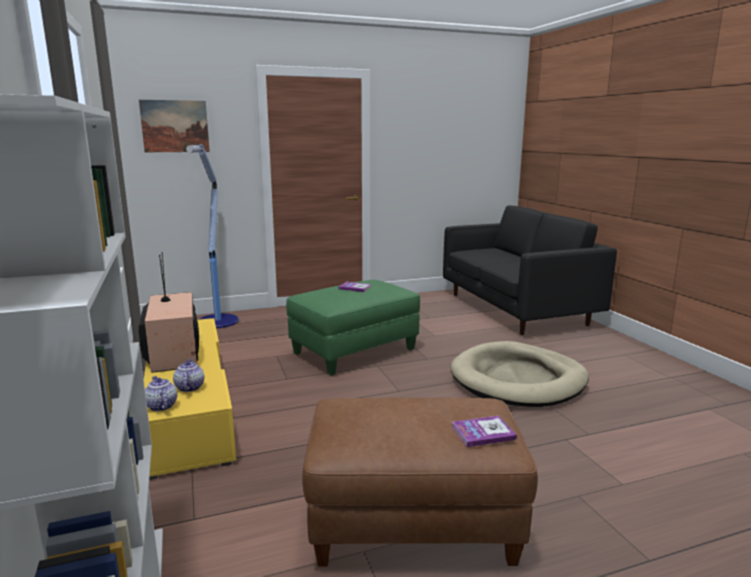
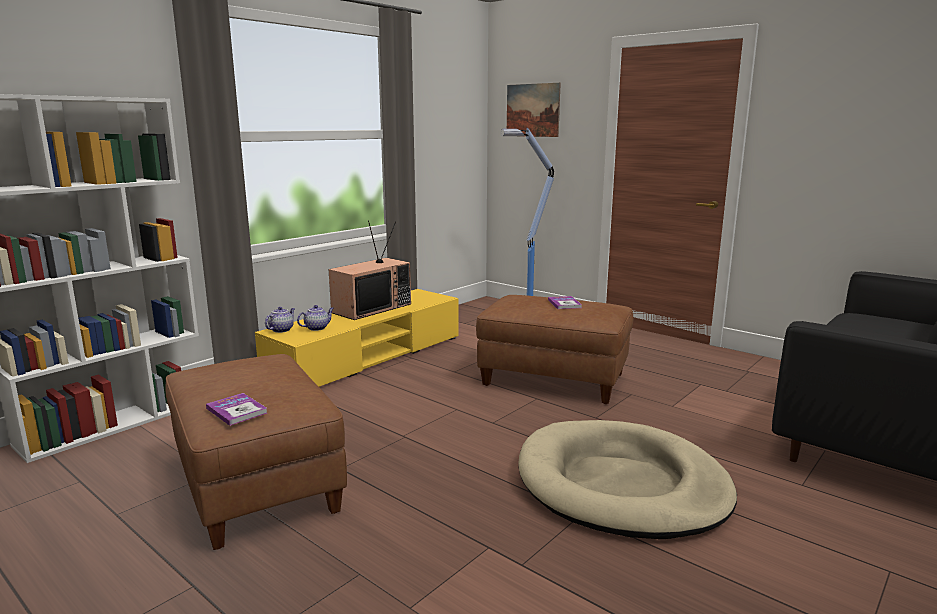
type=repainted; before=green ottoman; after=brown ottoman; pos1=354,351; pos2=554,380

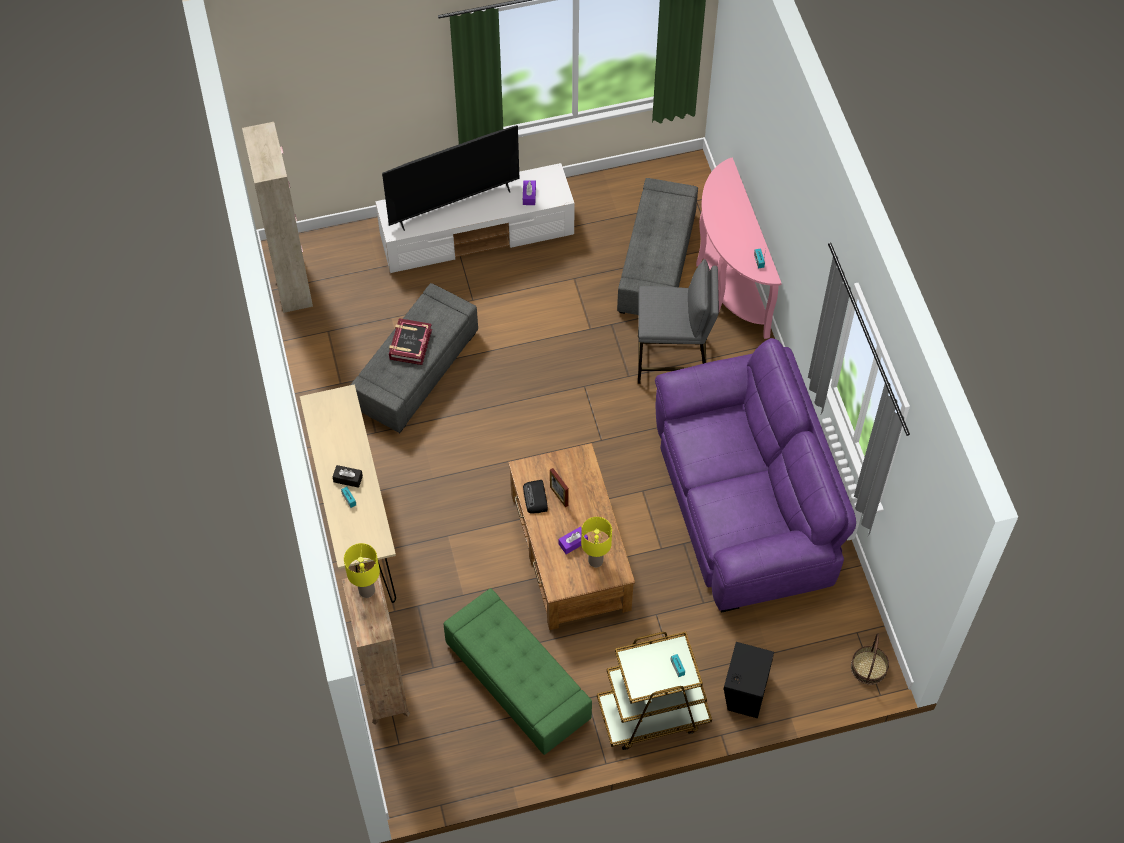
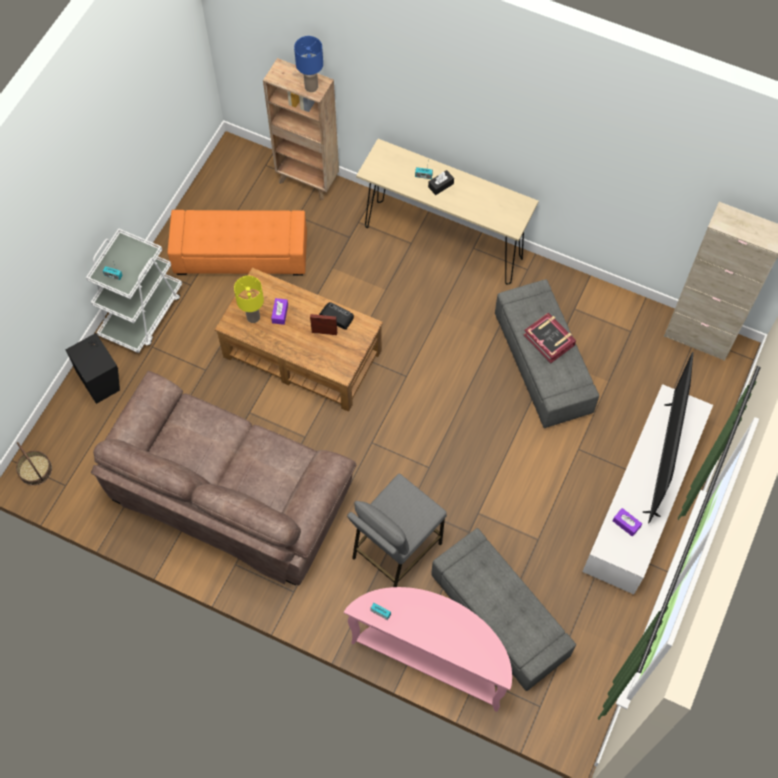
type=repainted; before=yellow table lamp; after=blue table lamp; pos1=367,590; pos2=311,87
type=repainted; before=green ottoman; after=orange ottoman; pos1=517,682; pos2=241,254
type=repainted; before=brown cart; after=white cart; pos1=652,713; pos2=142,313
type=repainted; before=purple sofa; after=brown sofa; pos1=745,503; pos2=229,498

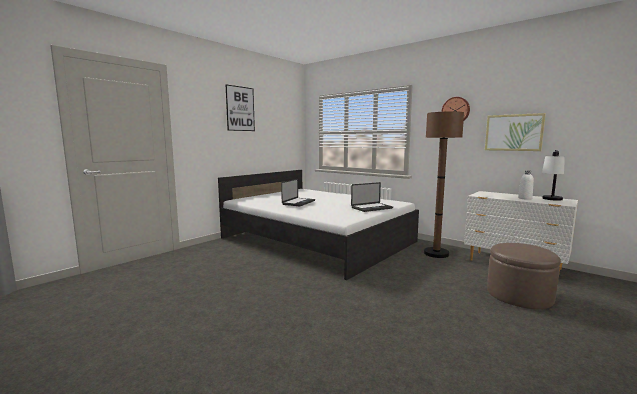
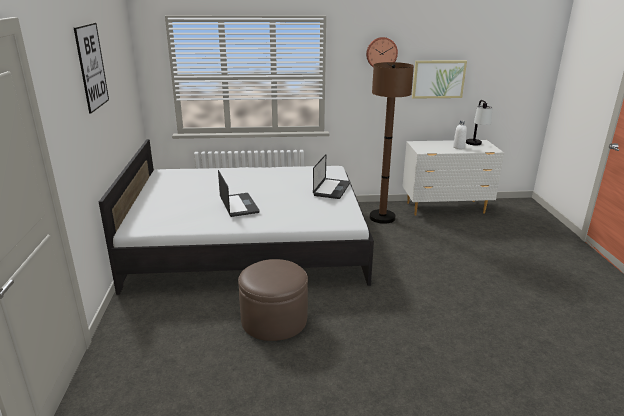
type=shifted; before=brown ottoman; pos1=519,295; pos2=274,320

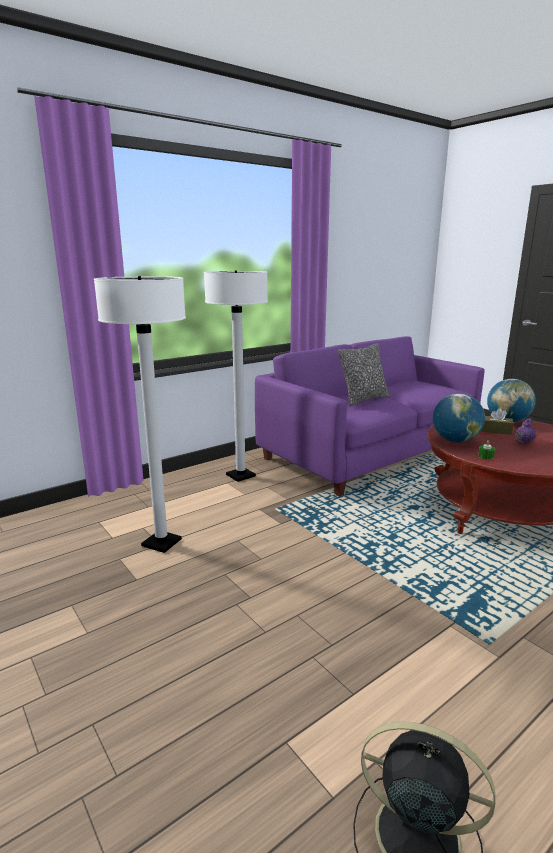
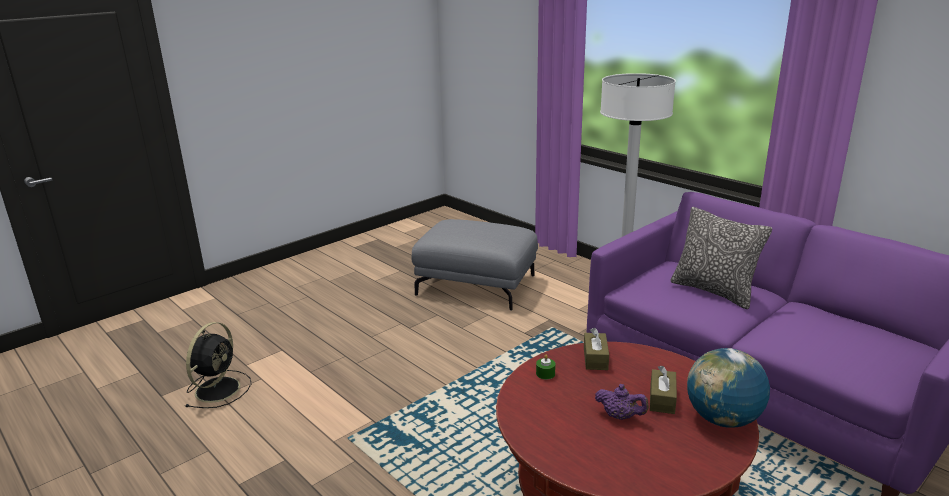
type=swapped; before=white floor lamp; after=grey ottoman; pos1=161,543; pos2=477,284
type=swapped; before=globe; after=brown tissue box; pos1=455,441; pos2=595,358

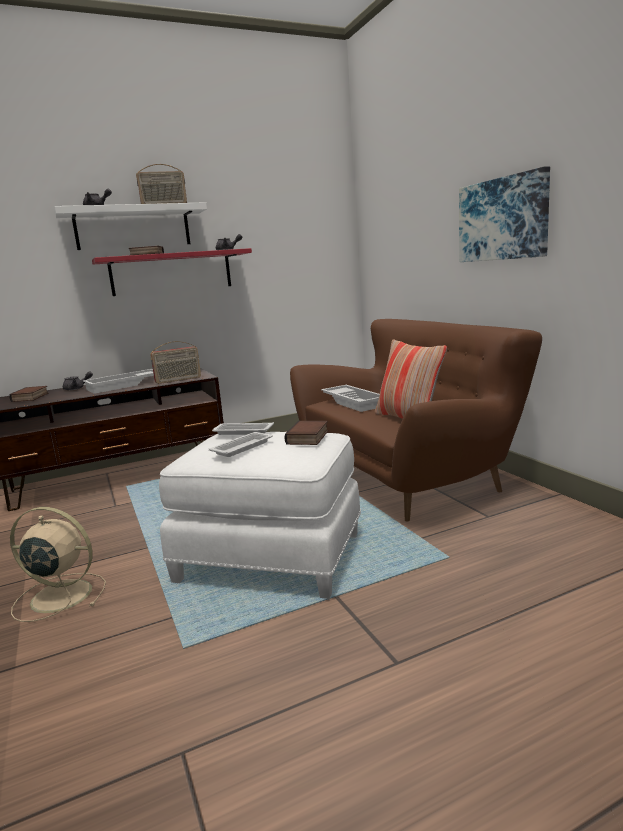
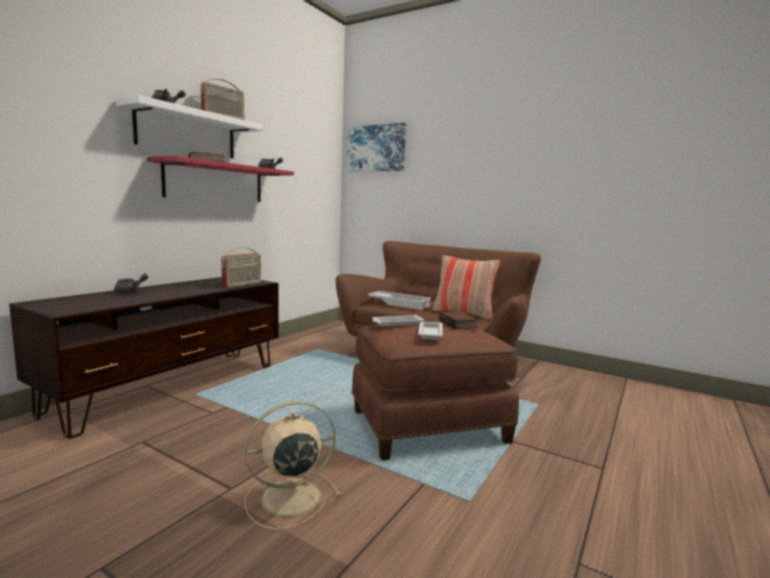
type=gone; before=book; pos1=31,397
type=gone; before=white tray; pos1=124,385
type=shifted; before=picture; pos1=503,219; pos2=376,148
type=repainted; before=white ottoman; after=brown ottoman; pos1=271,556; pos2=427,425

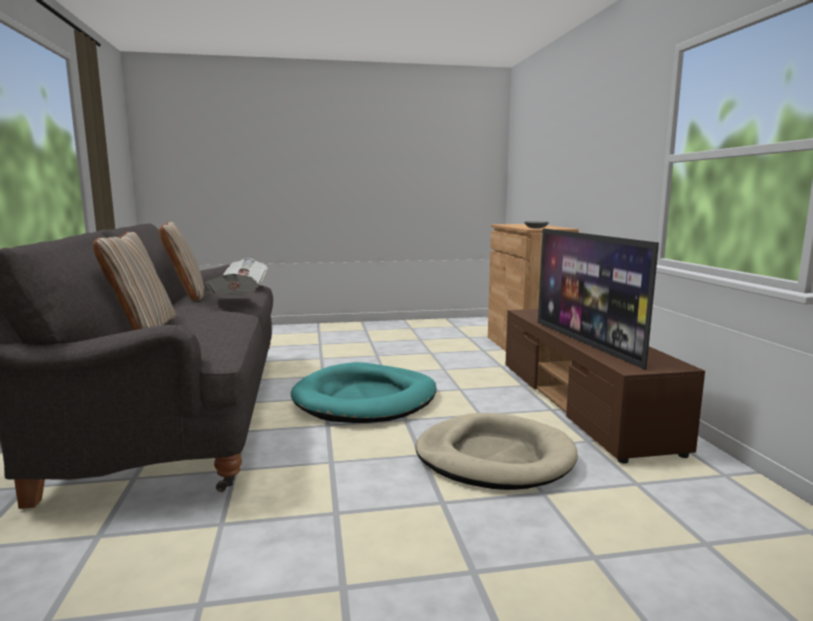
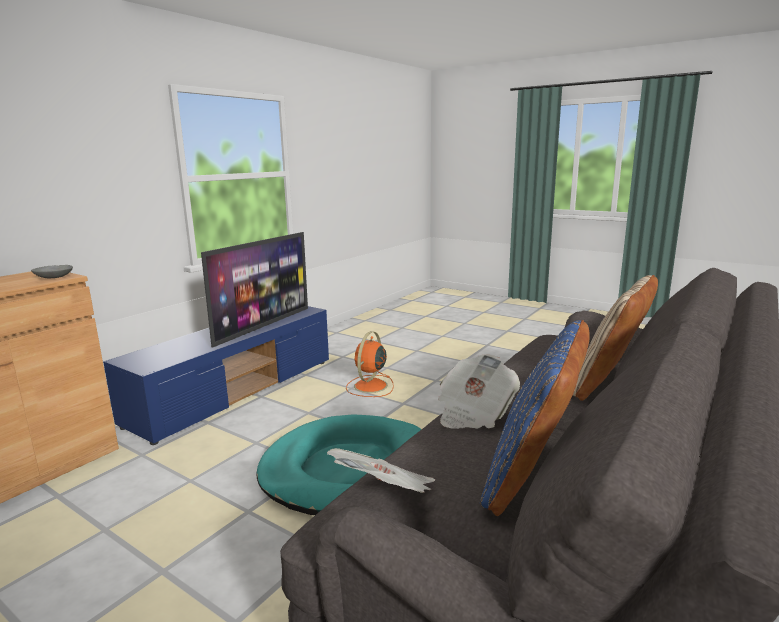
type=swapped; before=beige dog bed; after=orange fan; pos1=494,457; pos2=370,386
type=repainted; before=beige pillow; after=blue pillow; pos1=185,296; pos2=533,477
type=repainted; before=brown tv stand; after=blue tv stand; pos1=582,405; pos2=236,391

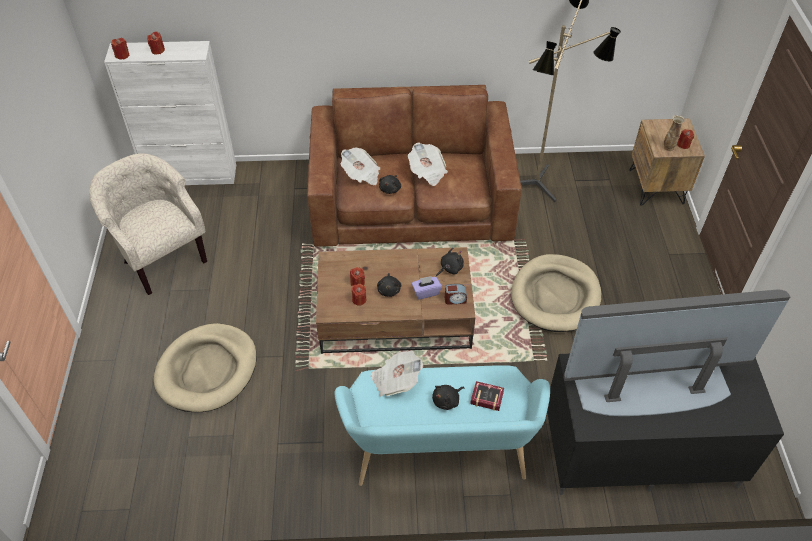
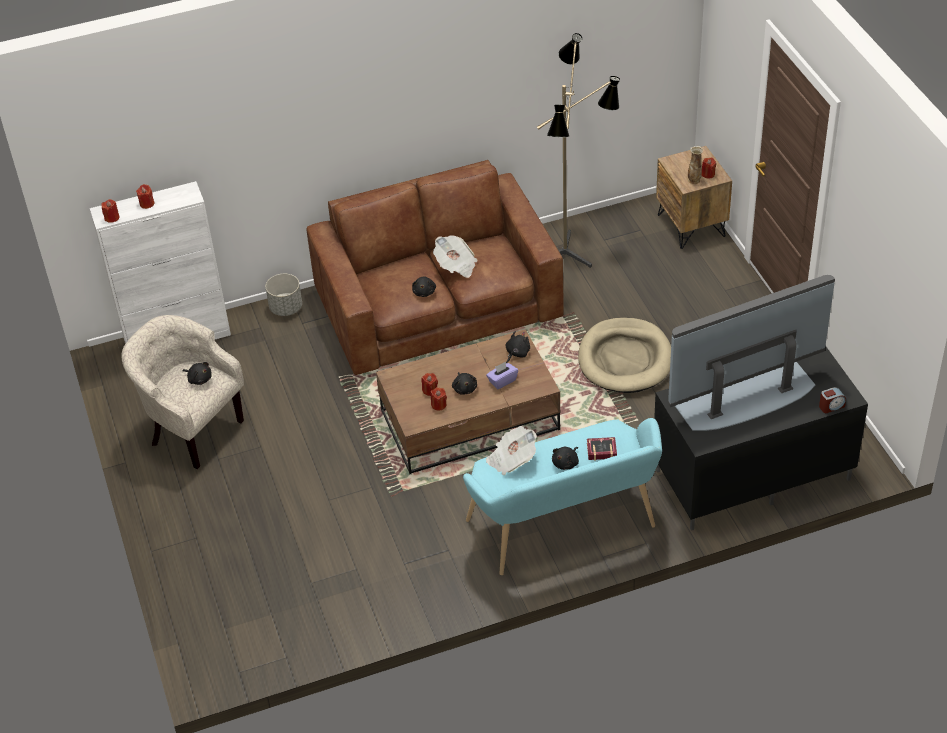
type=gone; before=beige dog bed; pos1=207,370
type=gone; before=newspaper; pos1=361,174
type=new; after=black plush toy; pos2=199,379
type=new; after=grey planter; pos2=286,308
type=shifted; before=alarm clock; pos1=455,299; pos2=831,406

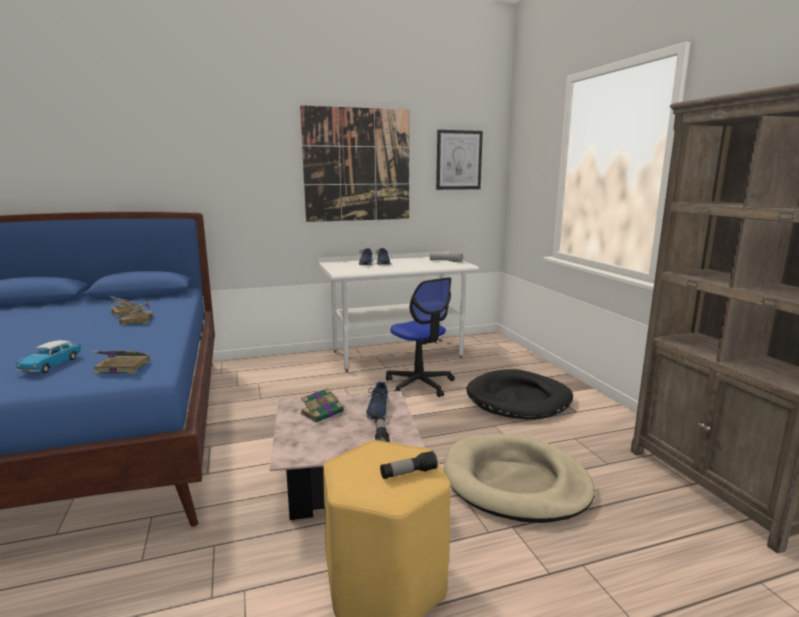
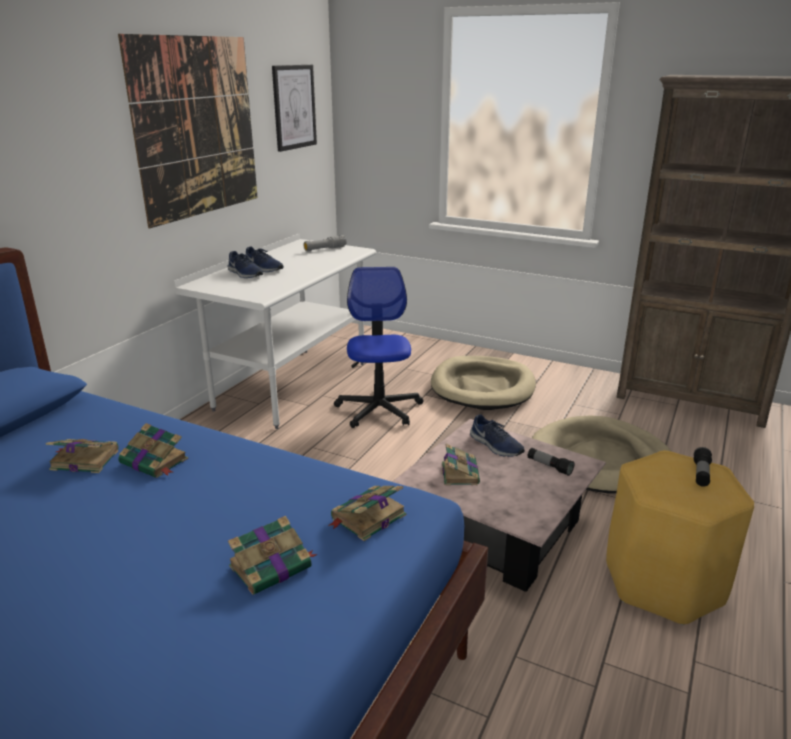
type=swapped; before=toy car; after=book; pos1=51,365; pos2=272,566
type=repainted; before=black dog bed; after=beige dog bed; pos1=519,399; pos2=482,387
type=rotated; before=office chair; pos1=419,384; pos2=379,409; turn=-105

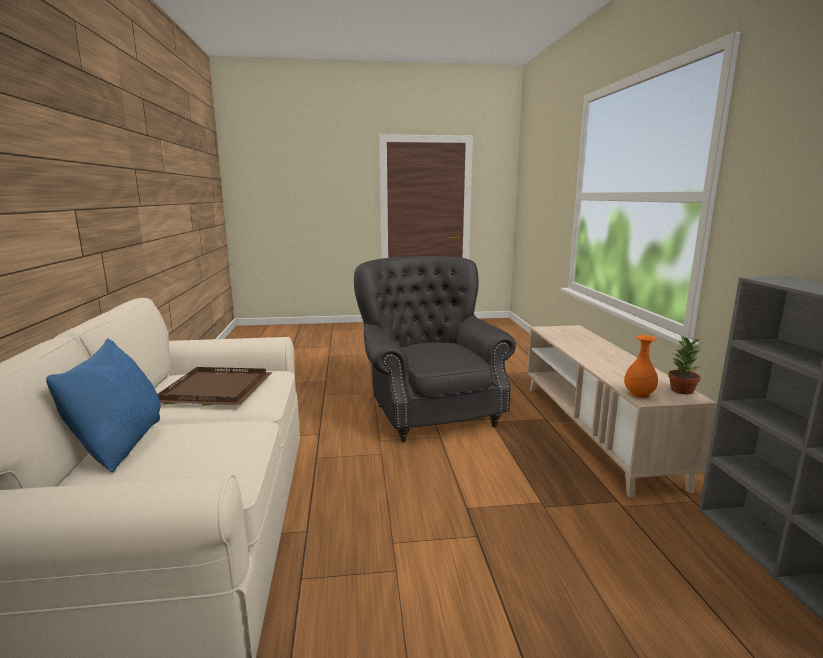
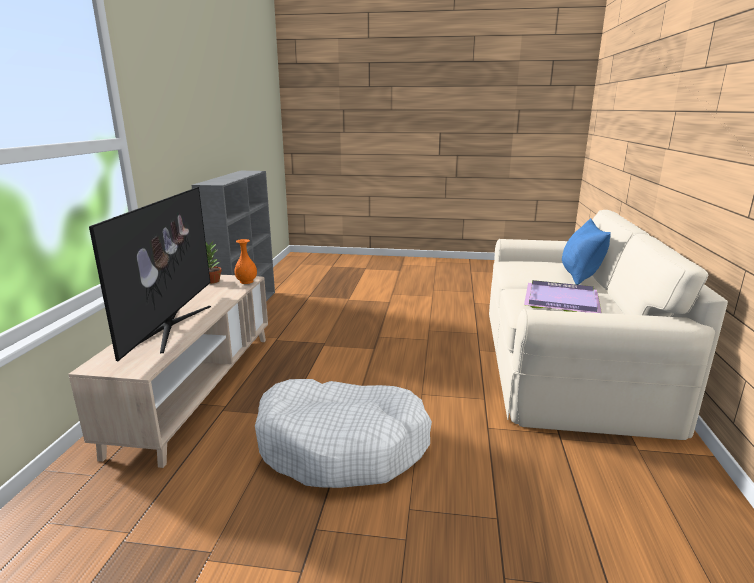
type=new; after=television; pos2=171,327
type=swapped; before=grey armchair; after=white dog bed; pos1=430,410; pos2=342,445
type=repainted; before=brown tray; after=purple tray; pos1=218,389; pos2=560,300

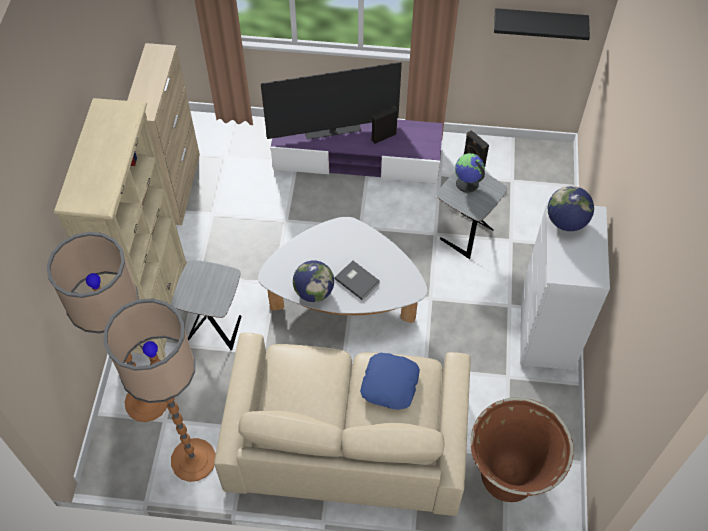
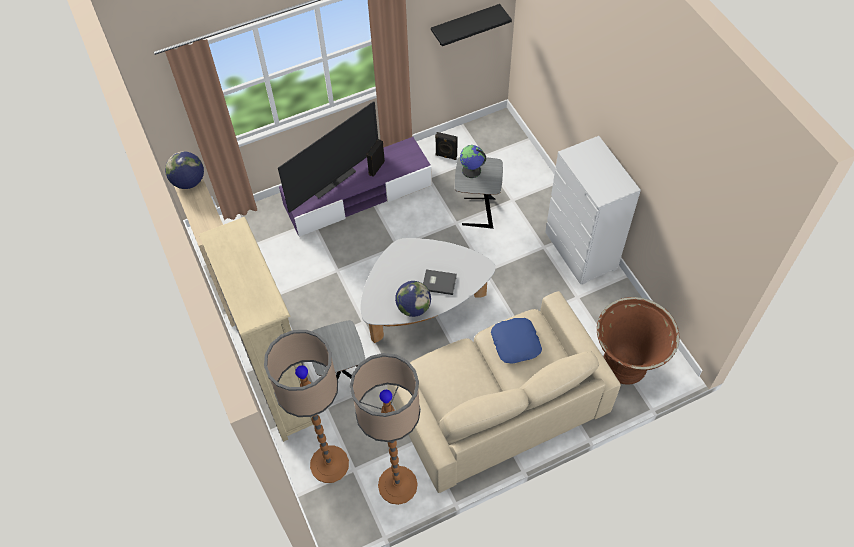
type=shifted; before=globe; pos1=566,221; pos2=189,182

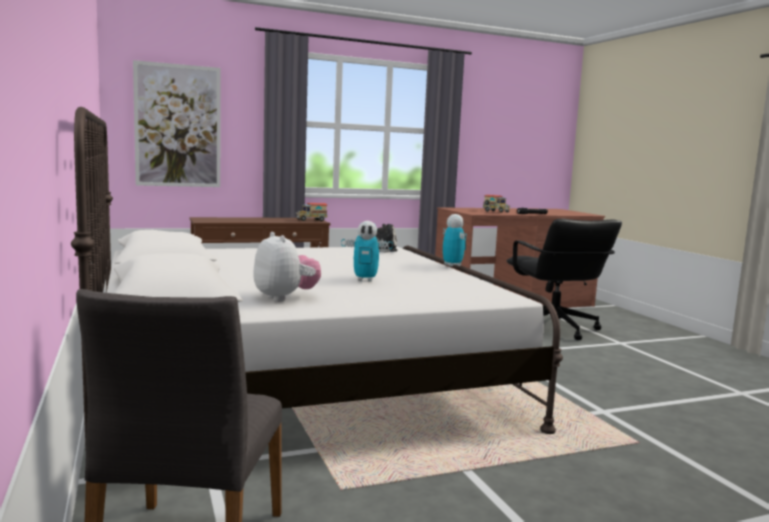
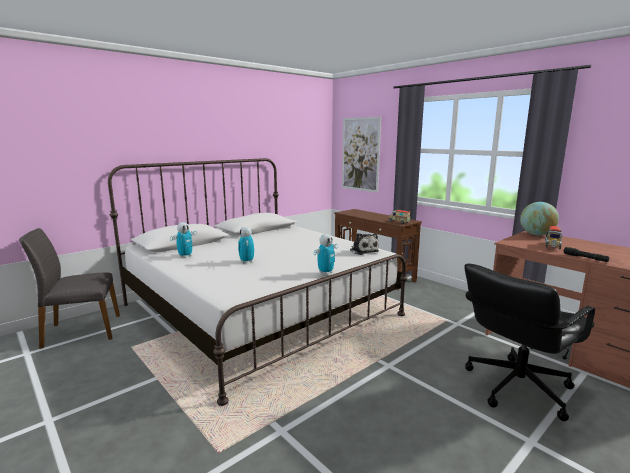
type=new; after=globe; pos2=536,235
type=swapped; before=plush toy; after=toy robot; pos1=285,298; pos2=185,256

